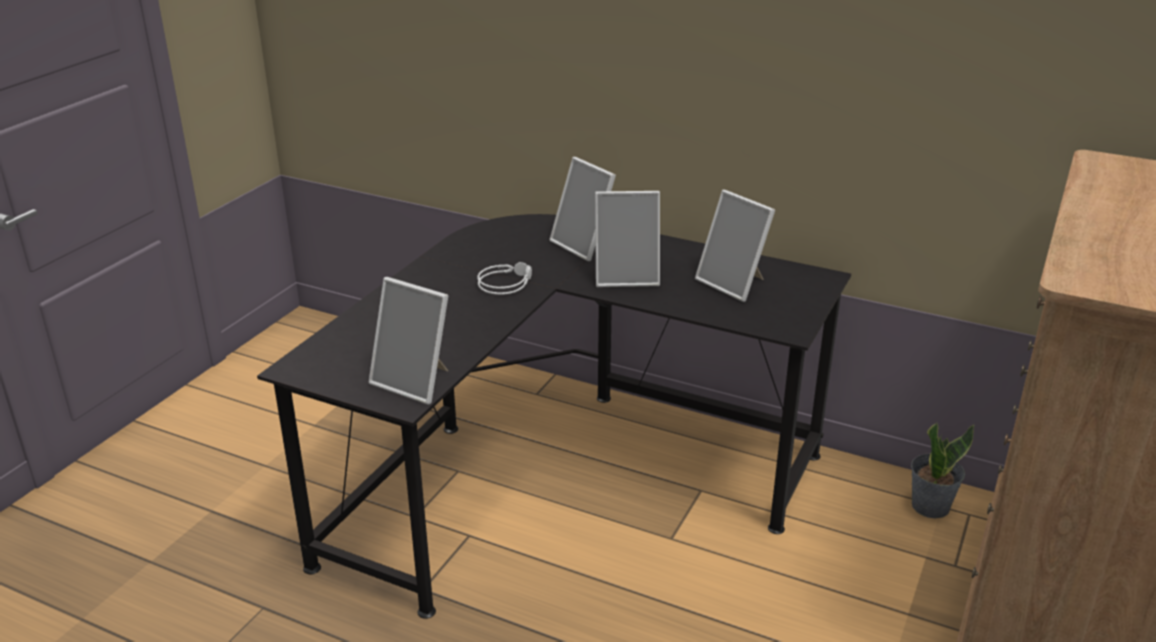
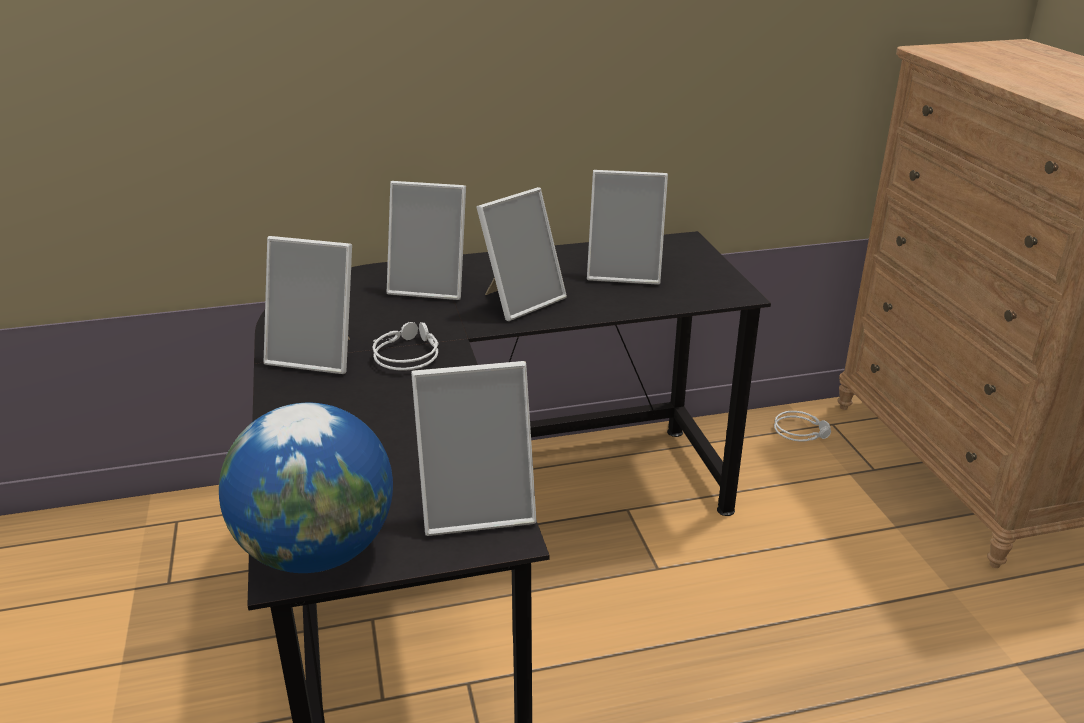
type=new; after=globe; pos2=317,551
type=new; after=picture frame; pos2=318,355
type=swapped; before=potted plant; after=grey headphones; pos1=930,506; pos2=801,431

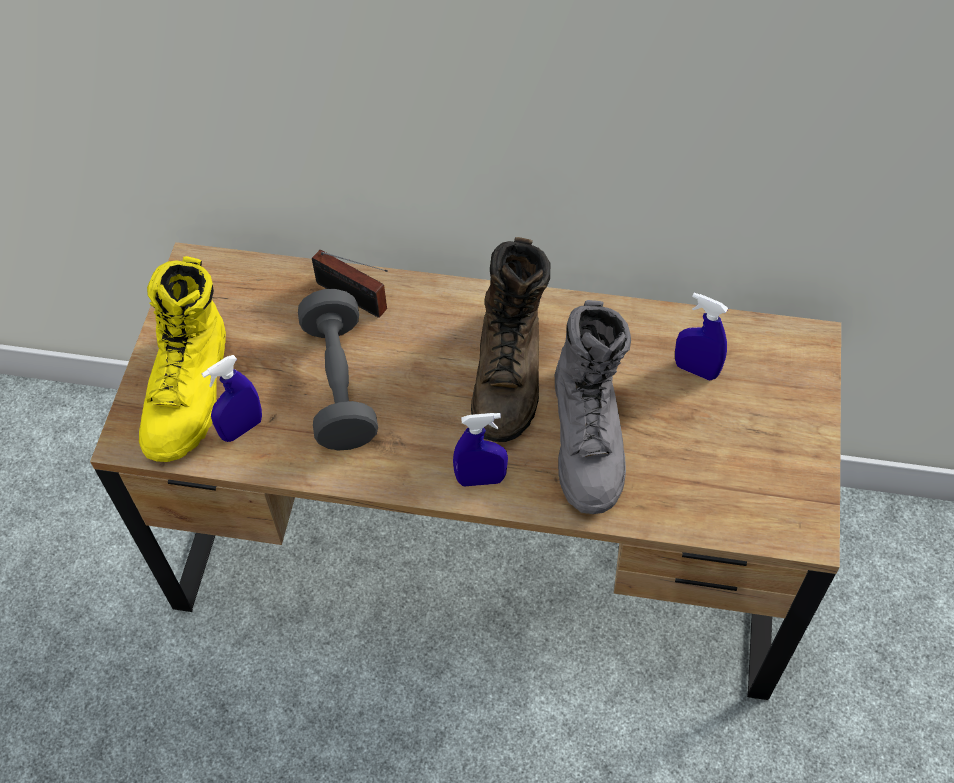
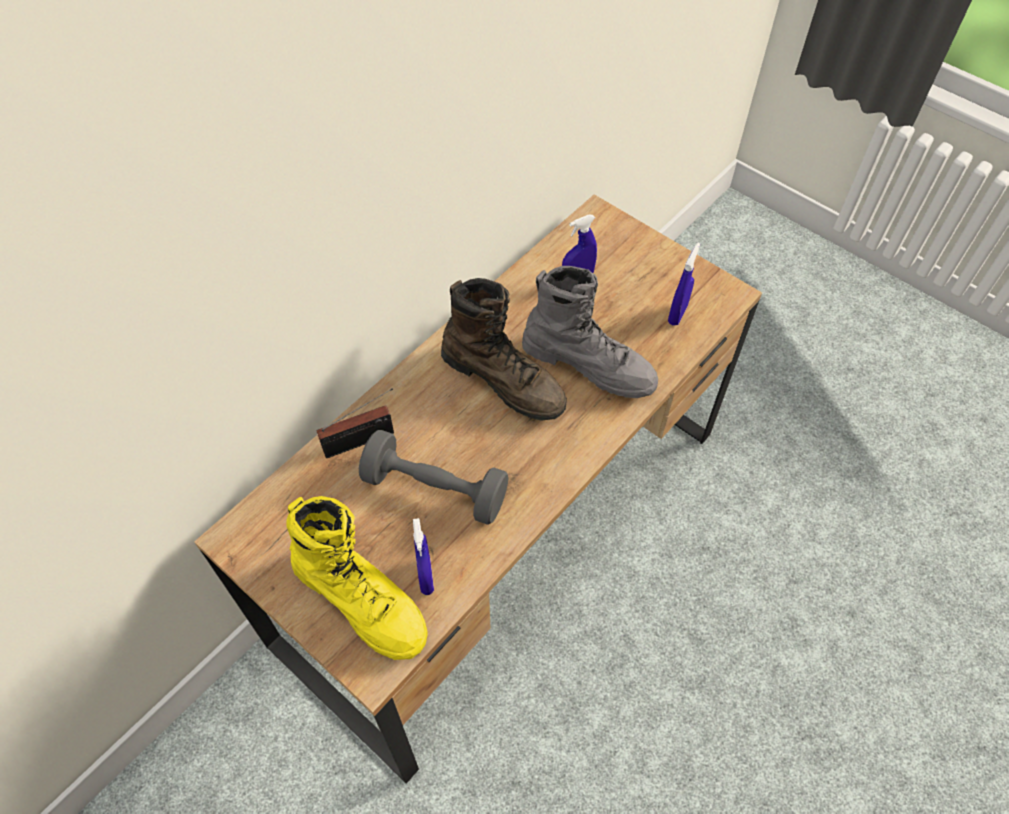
type=shifted; before=blue spray bottle; pos1=481,479; pos2=677,314

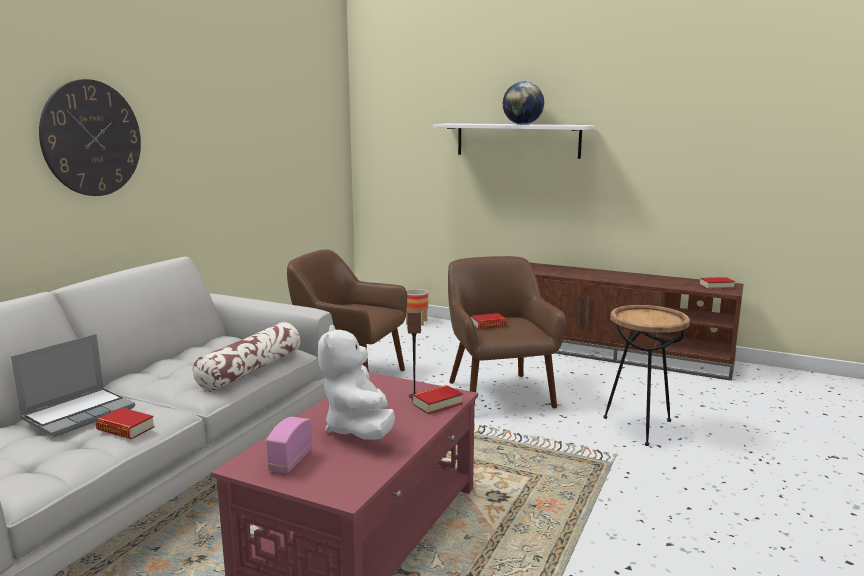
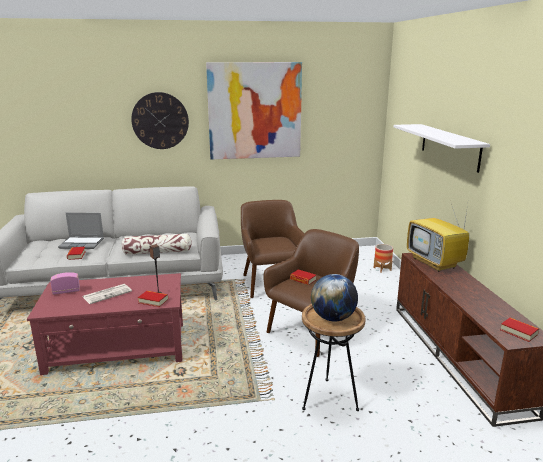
type=new; after=picture; pos2=255,111
type=new; after=television; pos2=435,263
type=shifted; before=globe; pos1=522,124; pos2=333,318
type=swapped; before=white plush toy; after=newspaper; pos1=359,429; pos2=107,294

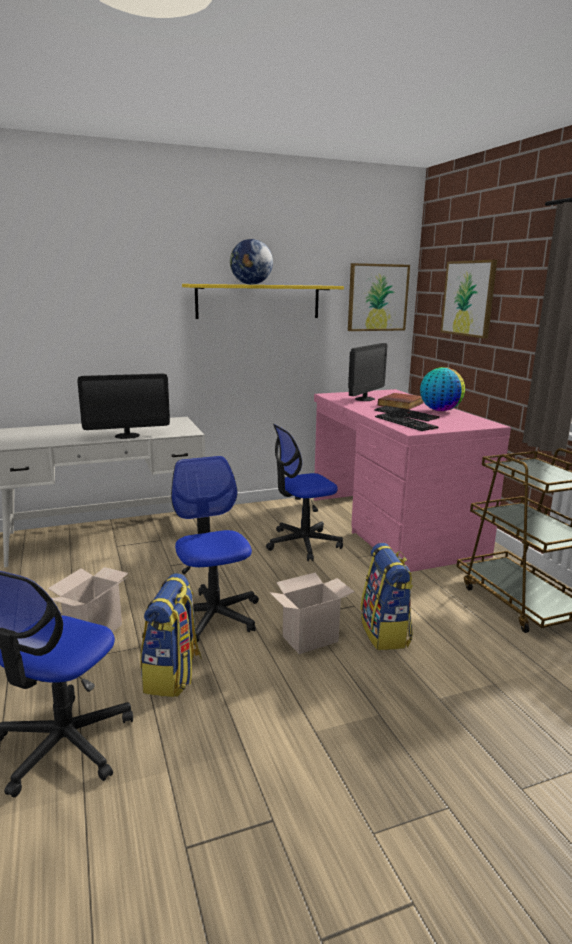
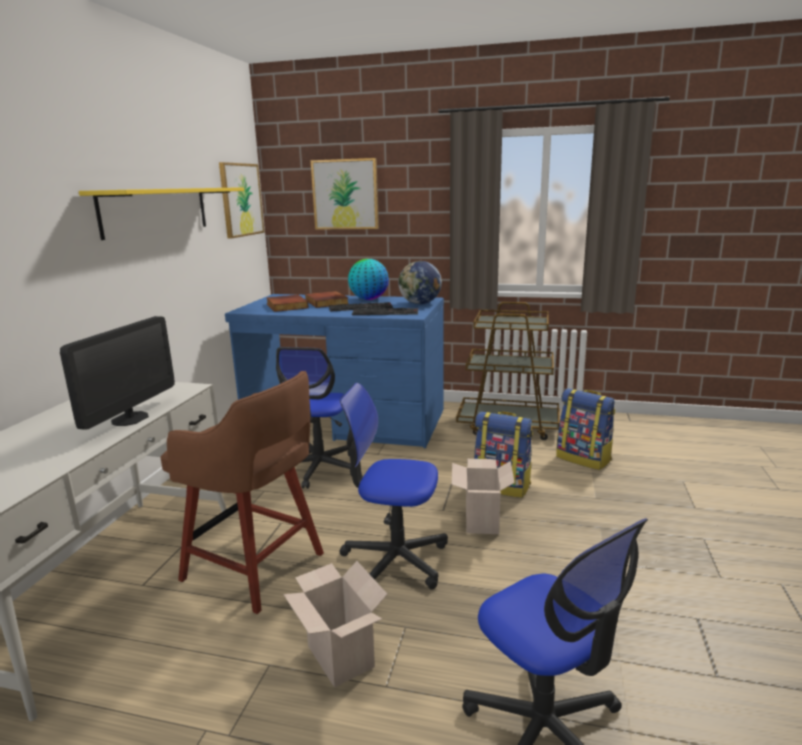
type=new; after=brown stool; pos2=256,568
type=shifted; before=backpack; pos1=173,675; pos2=584,459
type=shifted; before=globe; pos1=251,284; pos2=420,303
type=swapped; before=monitor; after=book; pos1=364,399; pos2=286,306
type=repainted; before=pink desk; after=blue desk; pos1=392,526; pos2=346,421

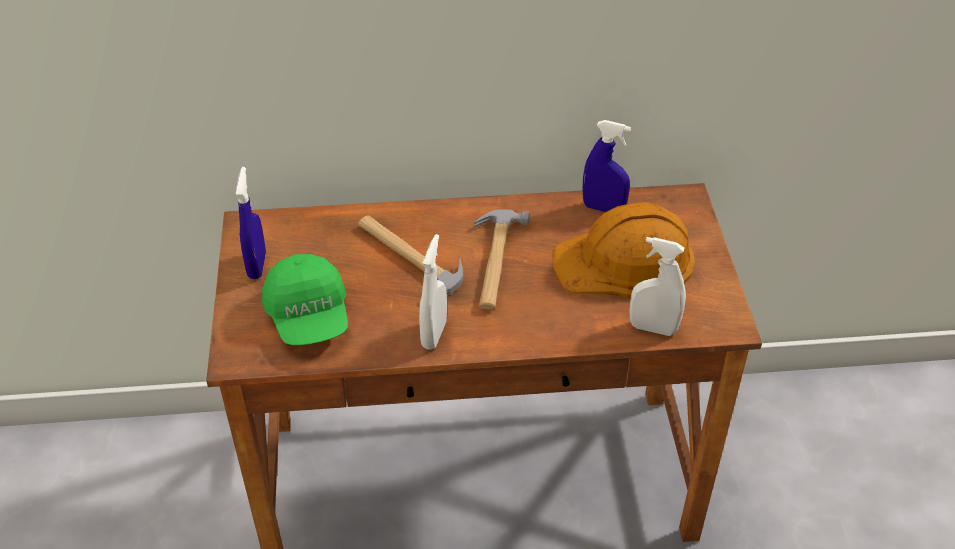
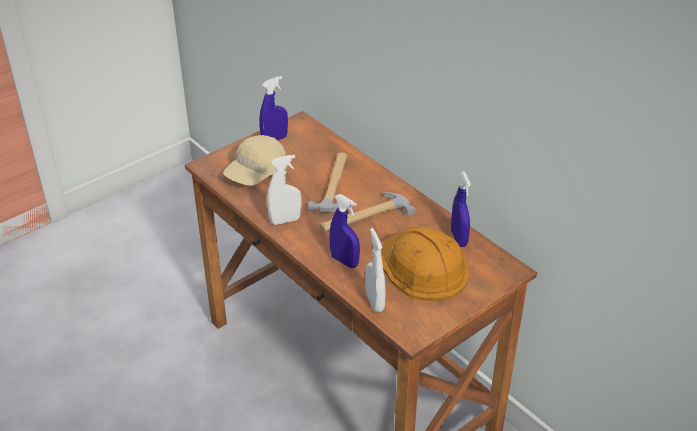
type=new; after=blue spray bottle; pos2=344,261
type=repainted; before=green cap; after=beige cap; pos1=309,316; pos2=256,173

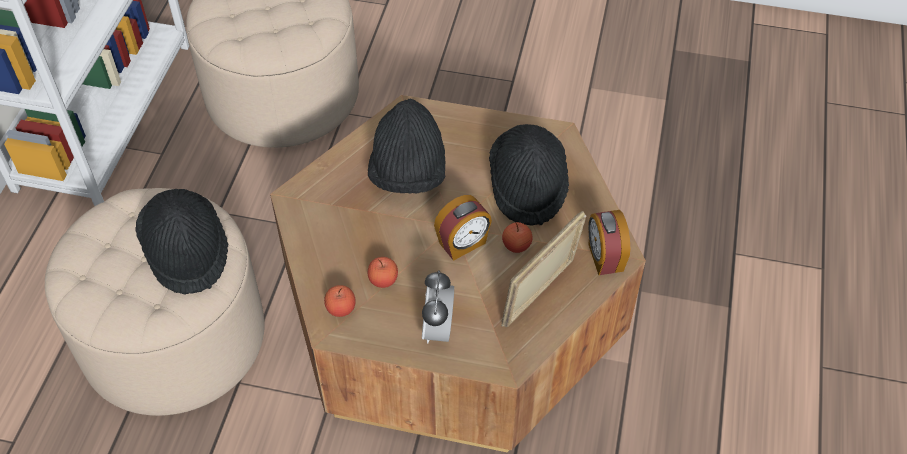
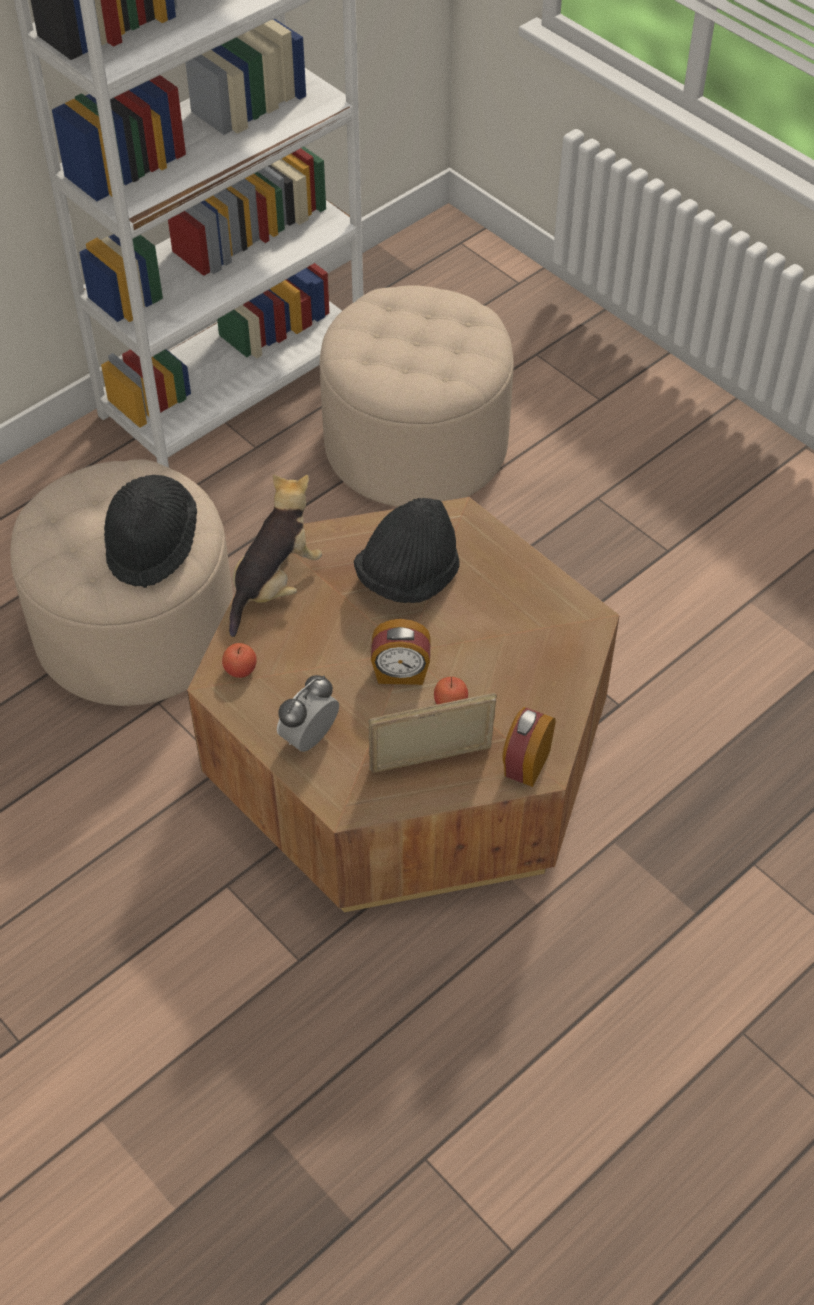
type=gone; before=apple; pos1=383,280
type=gone; before=black hat; pos1=528,187
type=new; after=plush toy; pos2=274,584

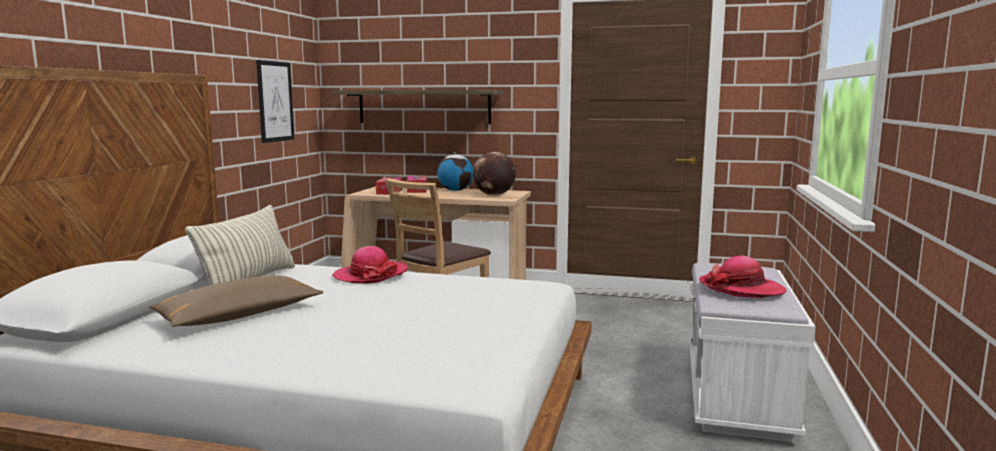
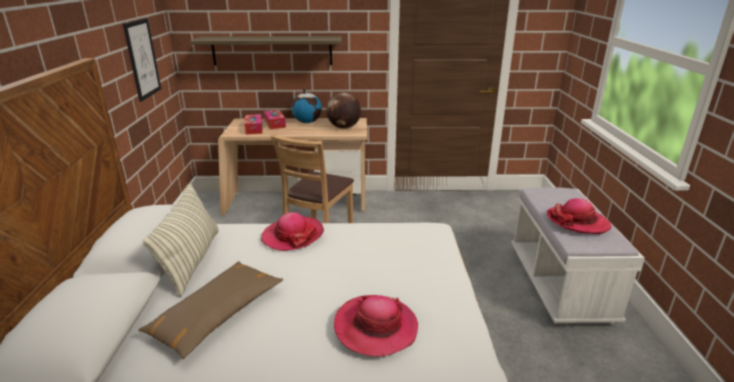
type=new; after=hat; pos2=375,327

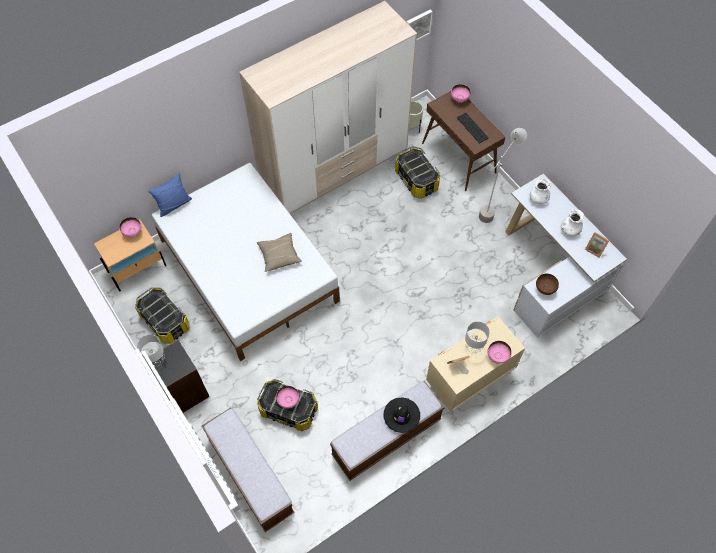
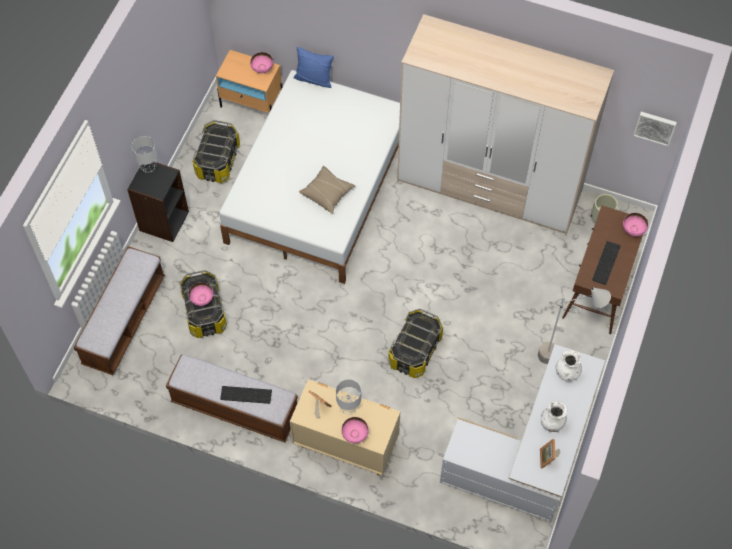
type=gone; before=brown bowl; pos1=544,289
type=shifted; before=storage box; pos1=416,180; pos2=415,350
type=swapped; before=black hat; after=keyboard; pos1=401,416; pos2=245,395

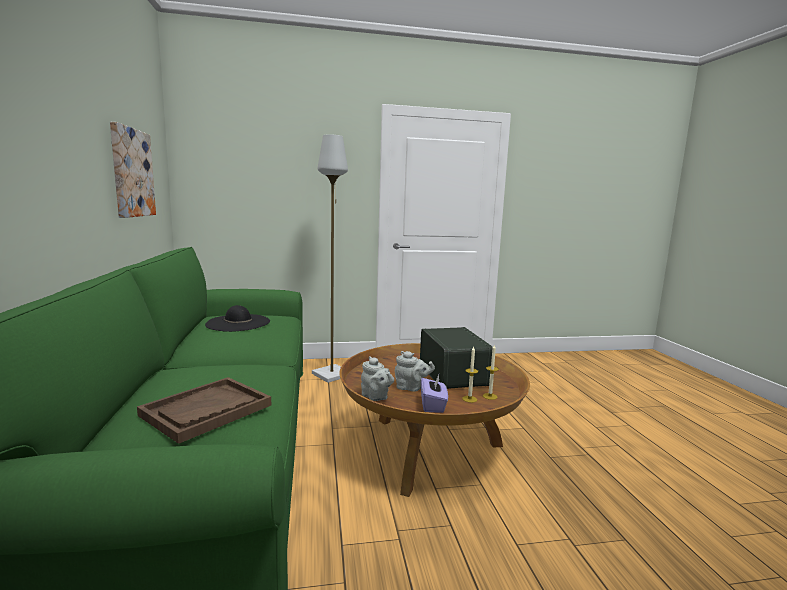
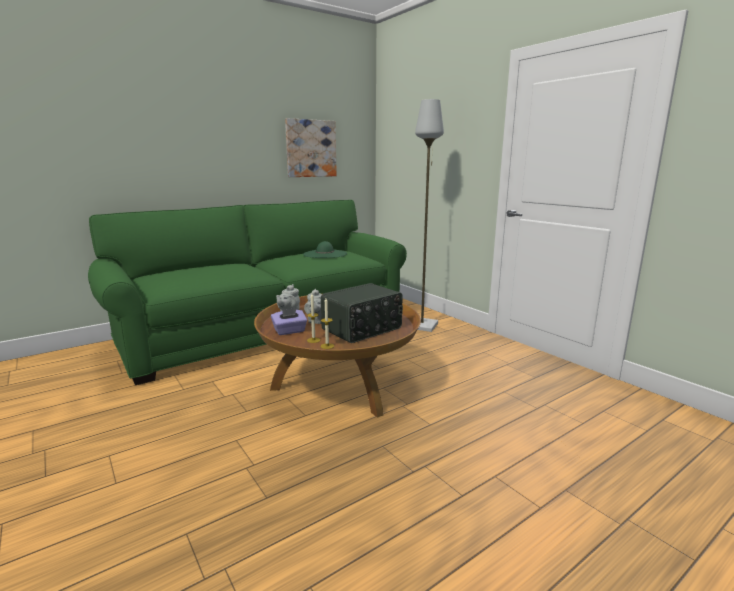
type=gone; before=brown tray; pos1=206,410
type=repainted; before=black hat; after=green hat; pos1=238,323; pos2=325,254

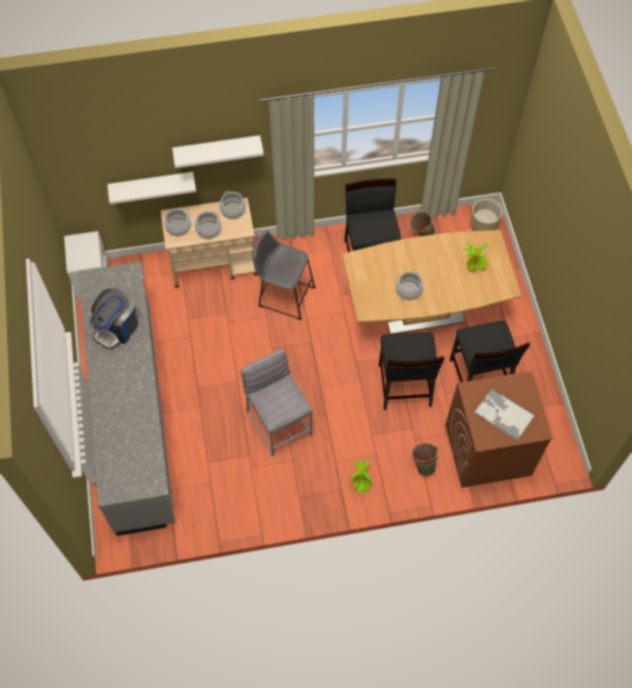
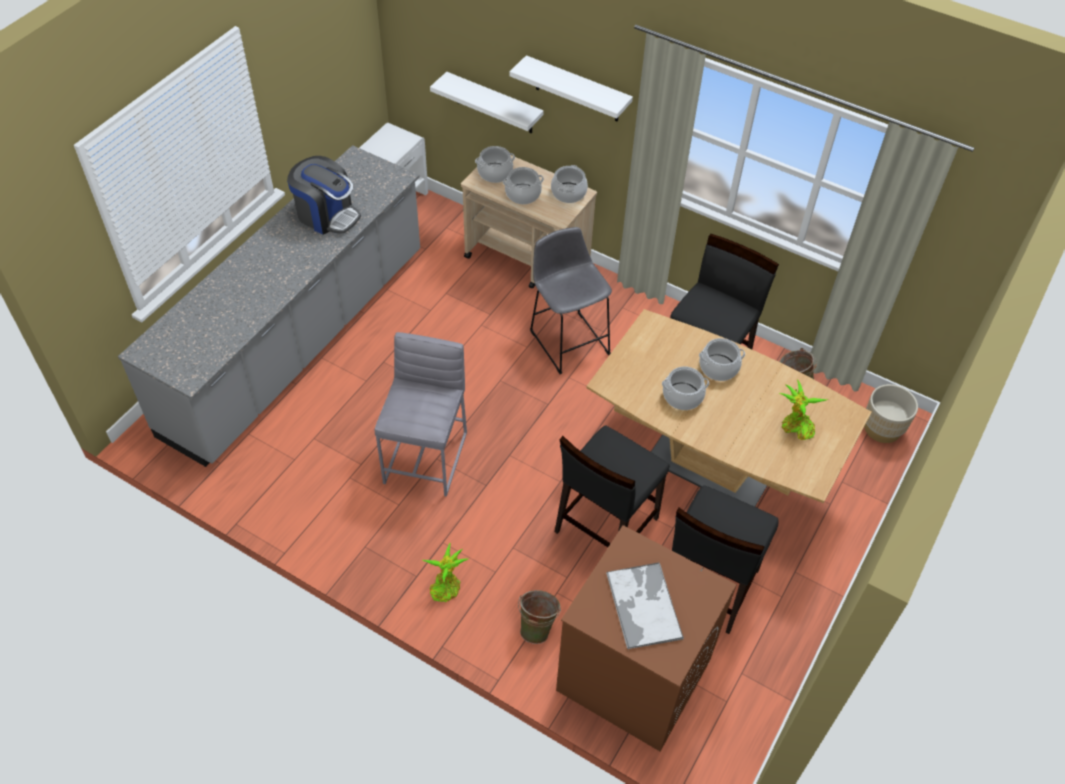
type=new; after=cooking pot; pos2=718,367
type=rotated; before=coffee machine; pos1=117,328; pos2=327,215; turn=-135

